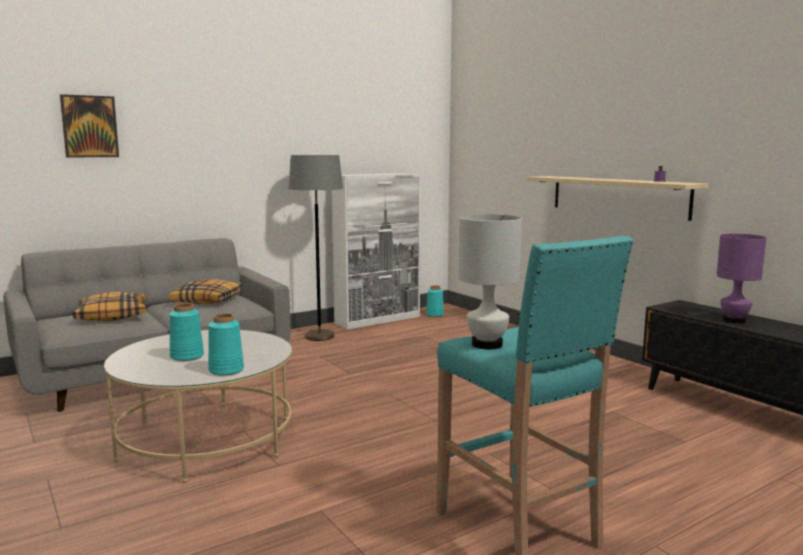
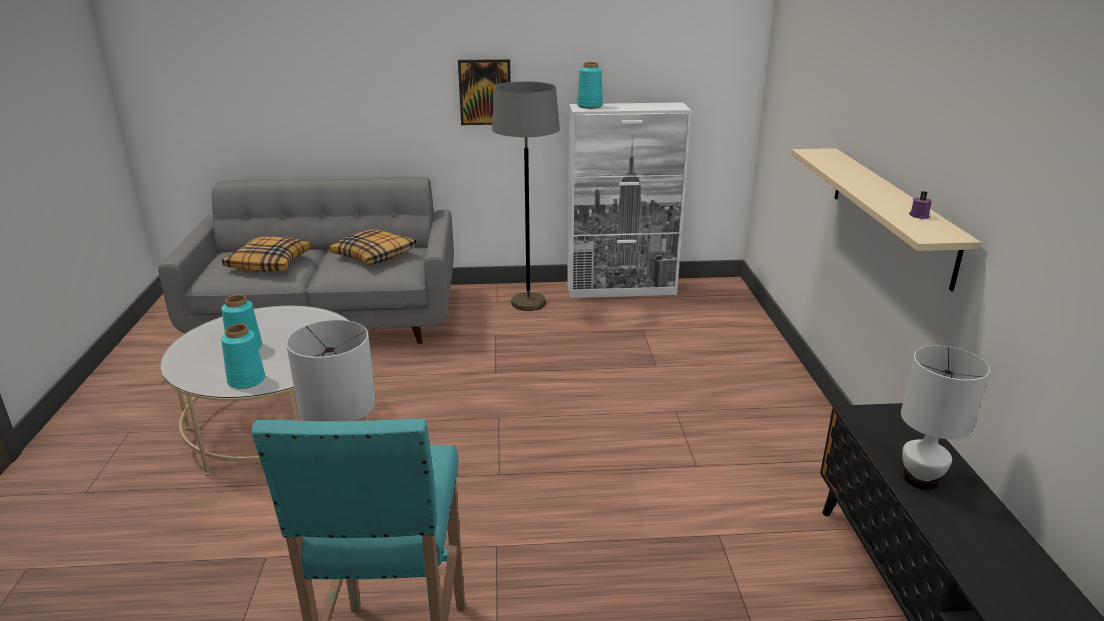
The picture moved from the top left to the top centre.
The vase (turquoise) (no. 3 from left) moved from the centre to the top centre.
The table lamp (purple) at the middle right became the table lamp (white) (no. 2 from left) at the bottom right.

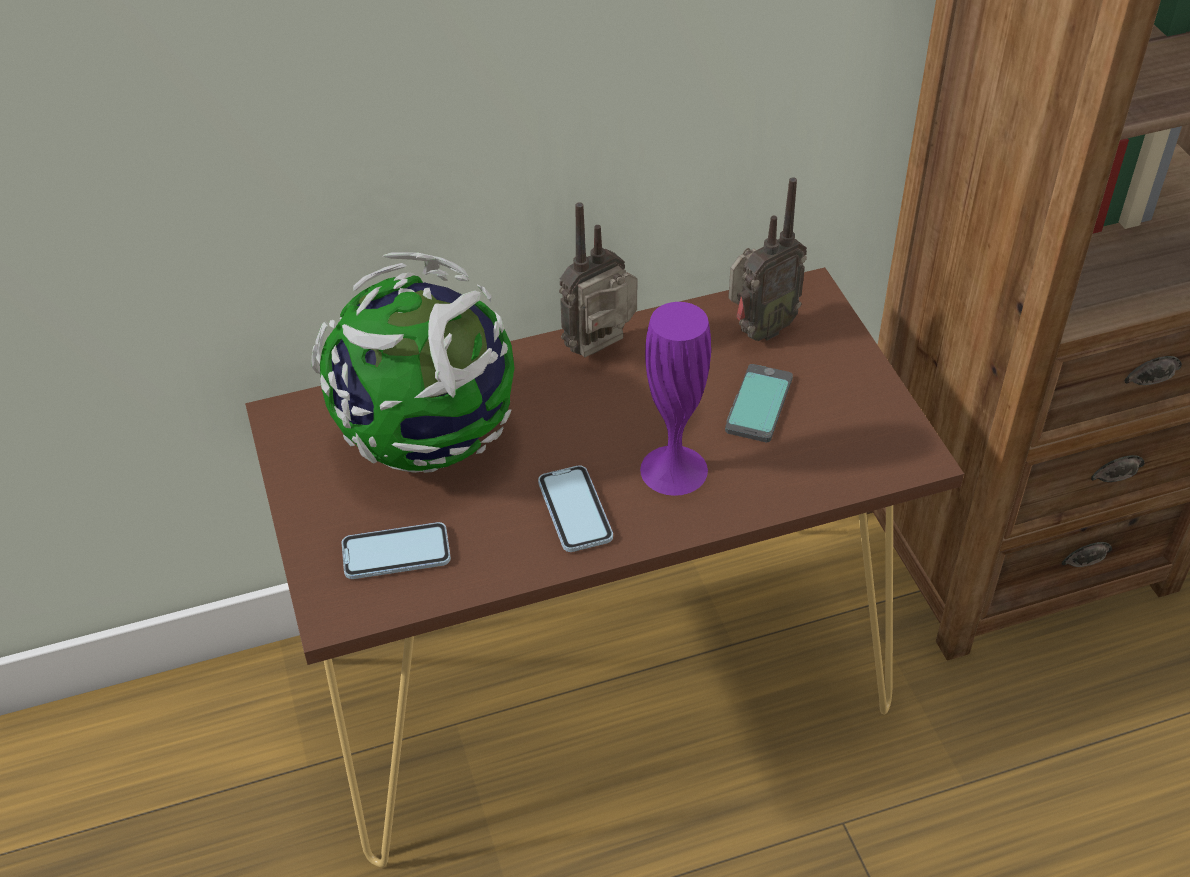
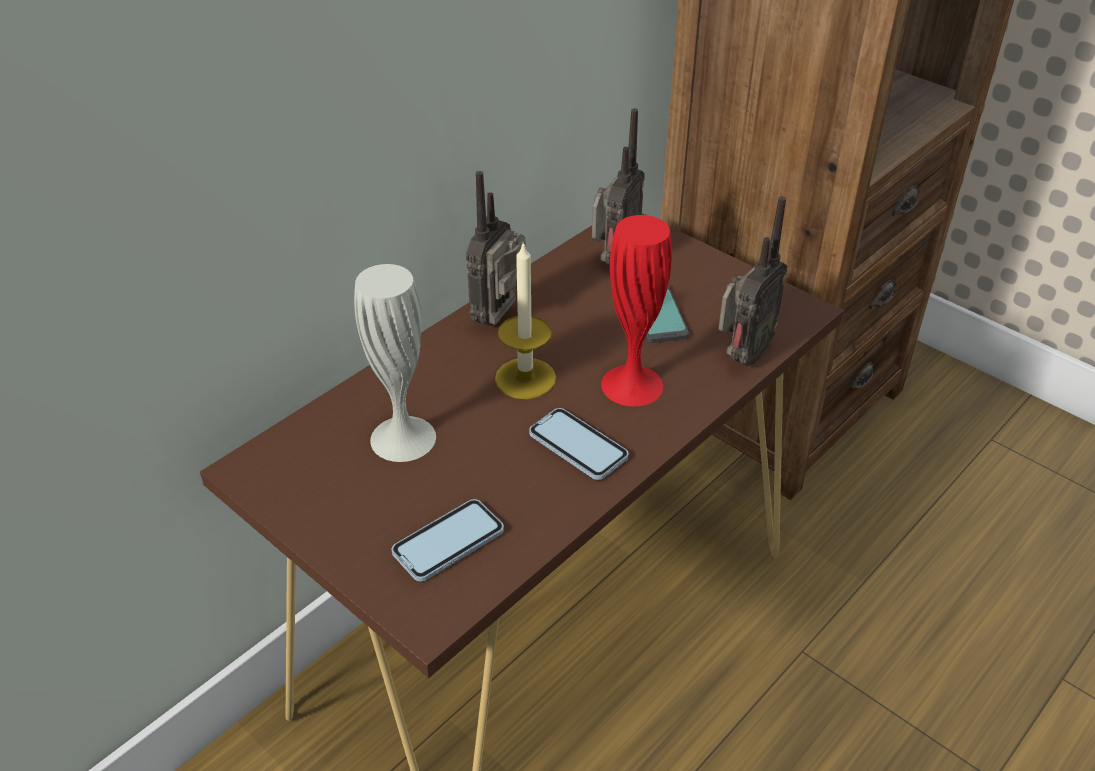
The candle at the centre appeared.
The radio (no. 3 from left) at the middle right appeared.
The globe at the centre was replaced by the vase (white) at the centre.
The vase (purple) at the centre became the vase (red) at the centre.

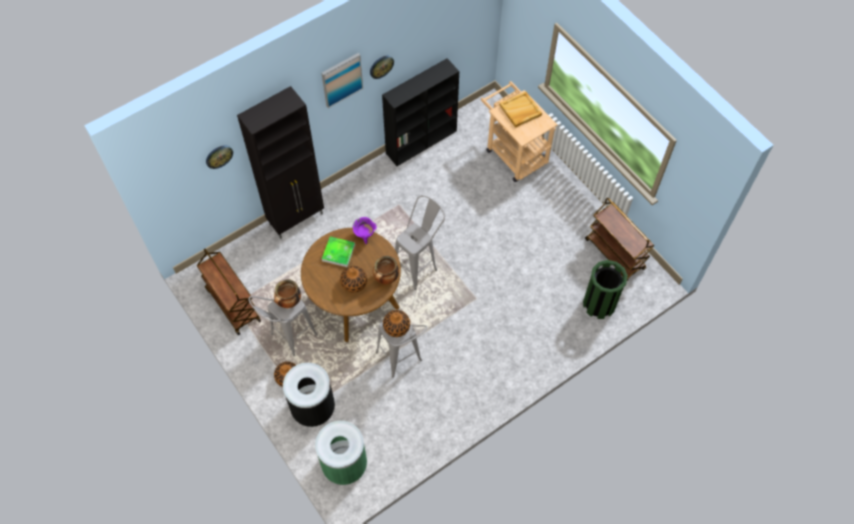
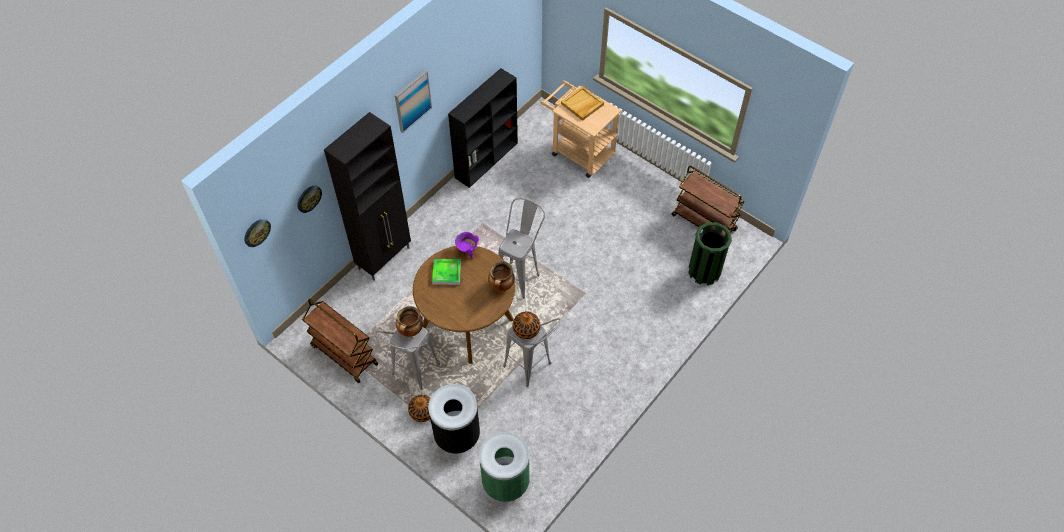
The vase (no. 2 from left) at the centre disappeared.
The wall clock (no. 2 from left in the first image) moved from the top centre to the middle left.

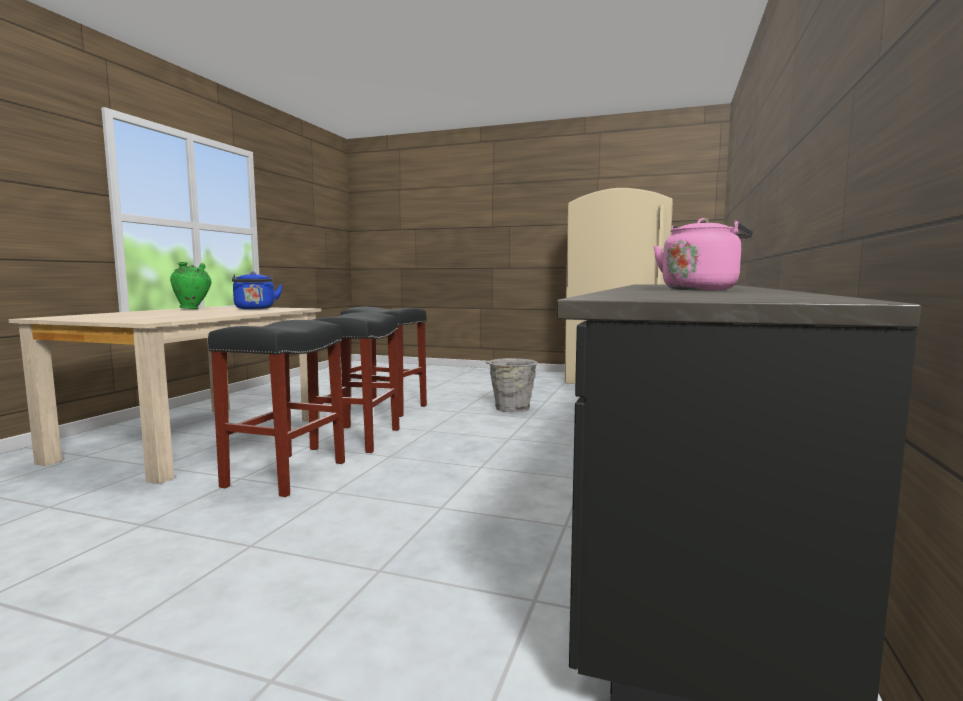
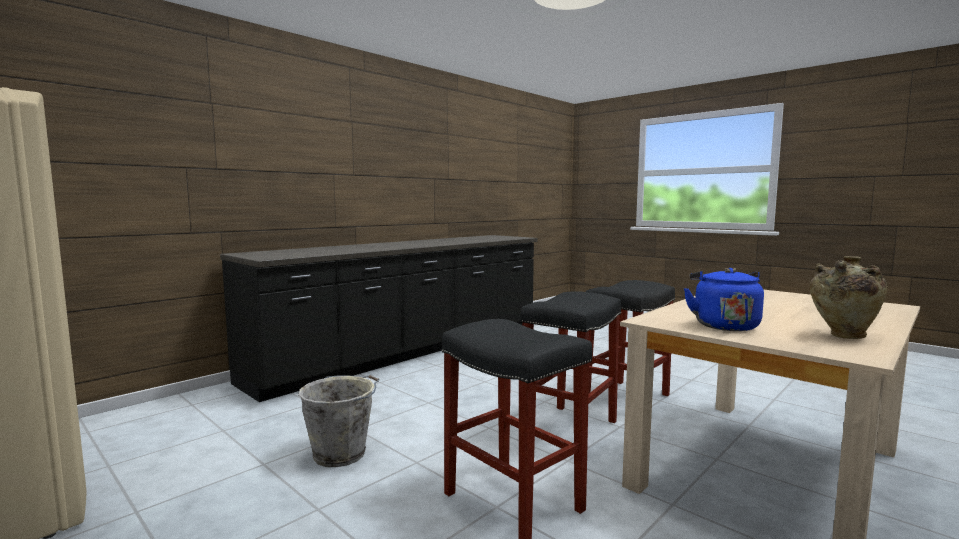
The kettle (pink) at the middle right disappeared.
The vase (green) at the middle left became the vase (beige) at the middle right.

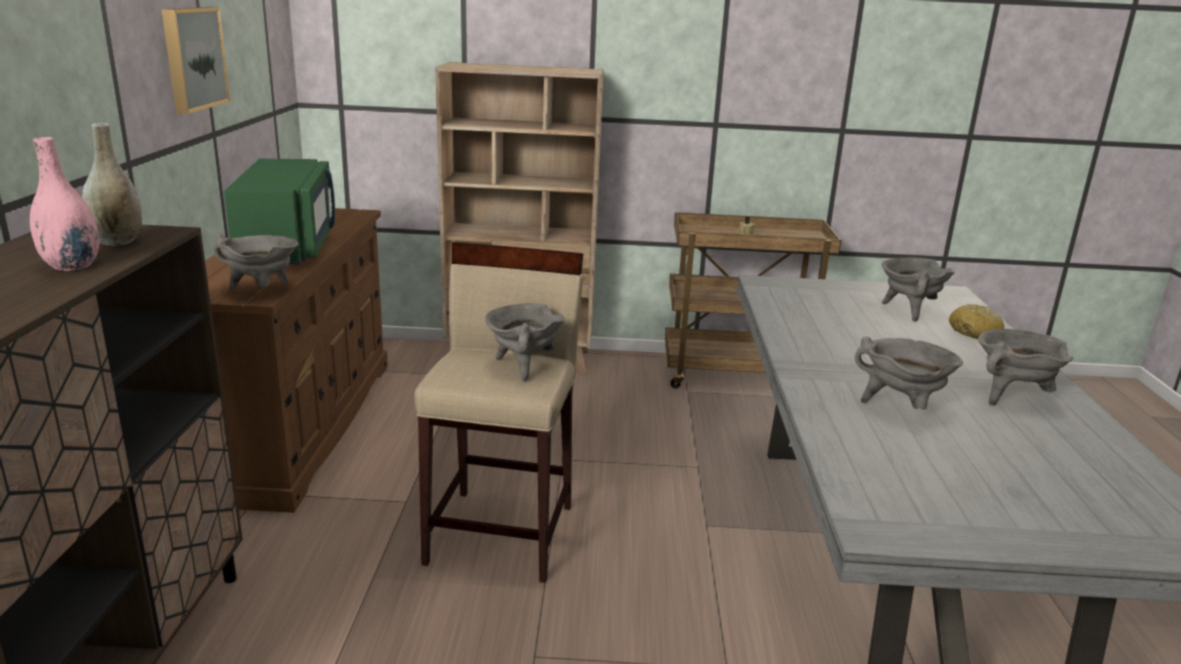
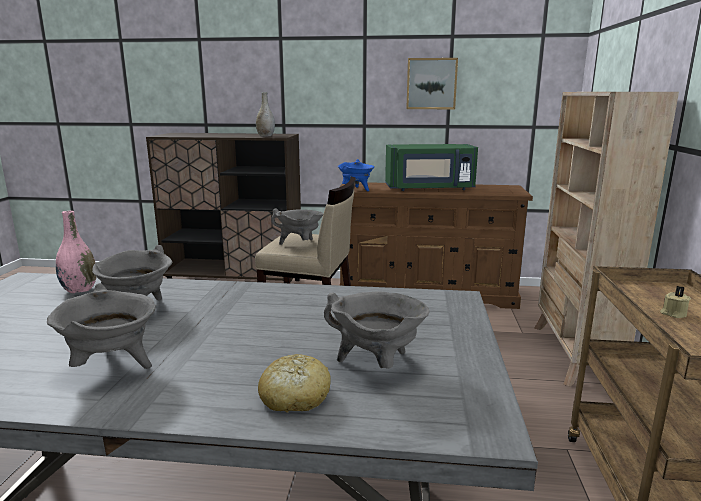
The vase (pink) moved from the top left to the middle left.
The cooking pot (grey) (no. 1 from left) at the middle left became the cooking pot (blue) at the centre.

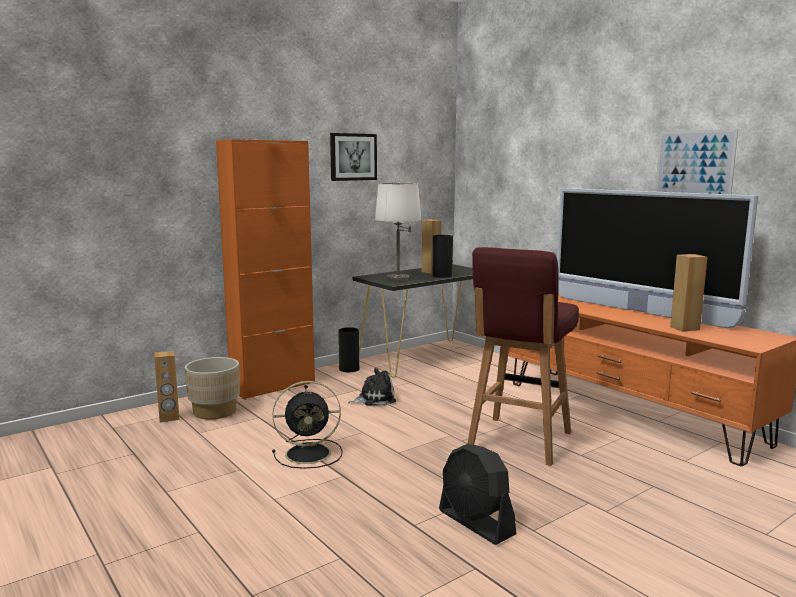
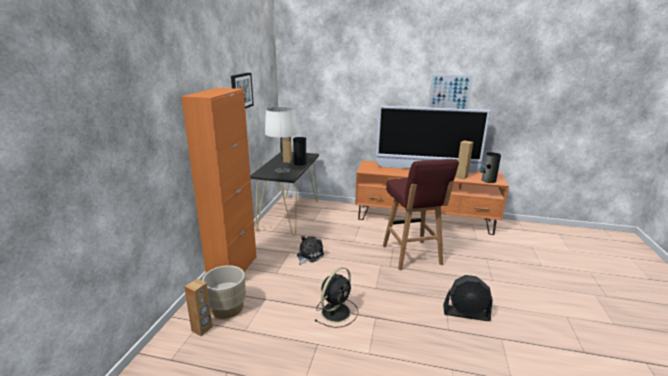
The vase (no. 1 from left in the first image) moved from the centre to the middle right.

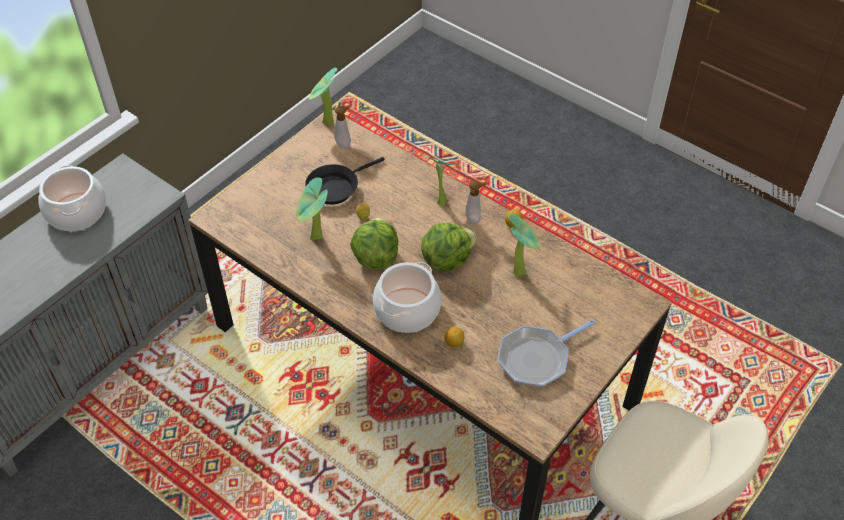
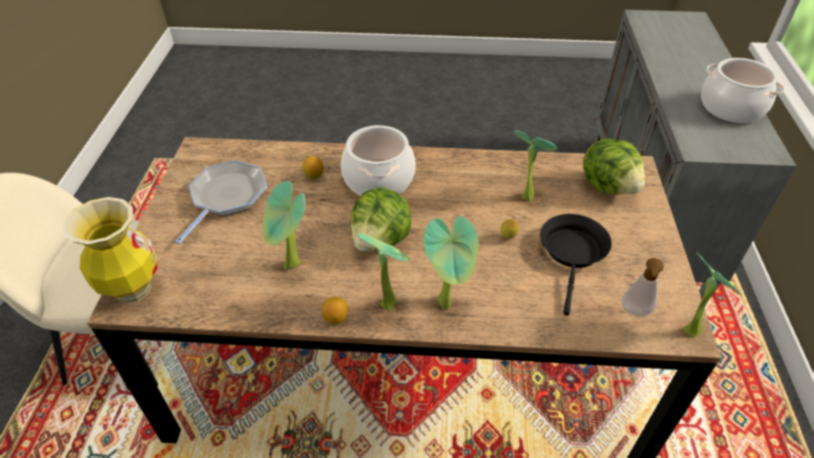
The vase at the middle left appeared.
The lettuce (no. 1 from left in the first image) moved from the centre to the middle right.
The soap dispenser (no. 2 from left) at the centre was replaced by the potted plant (no. 2 from left) at the centre.

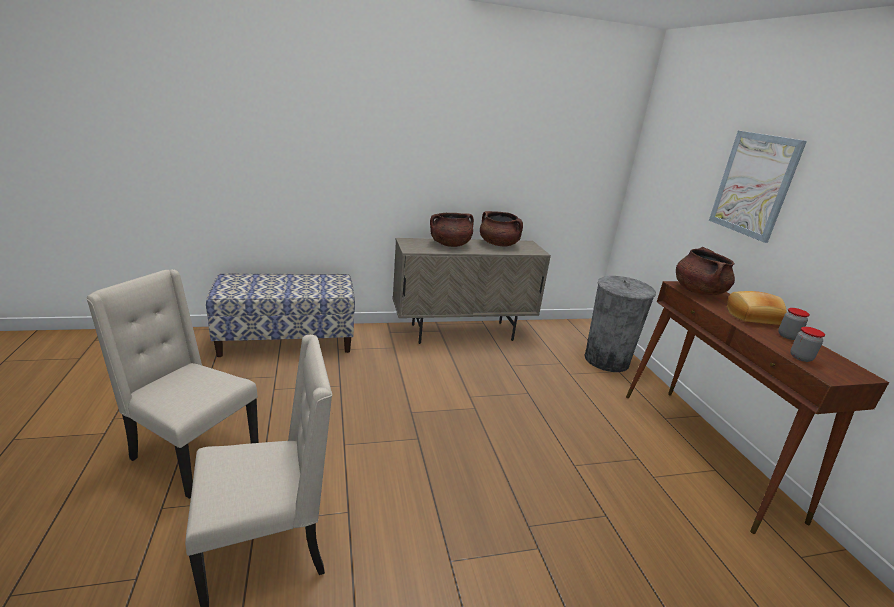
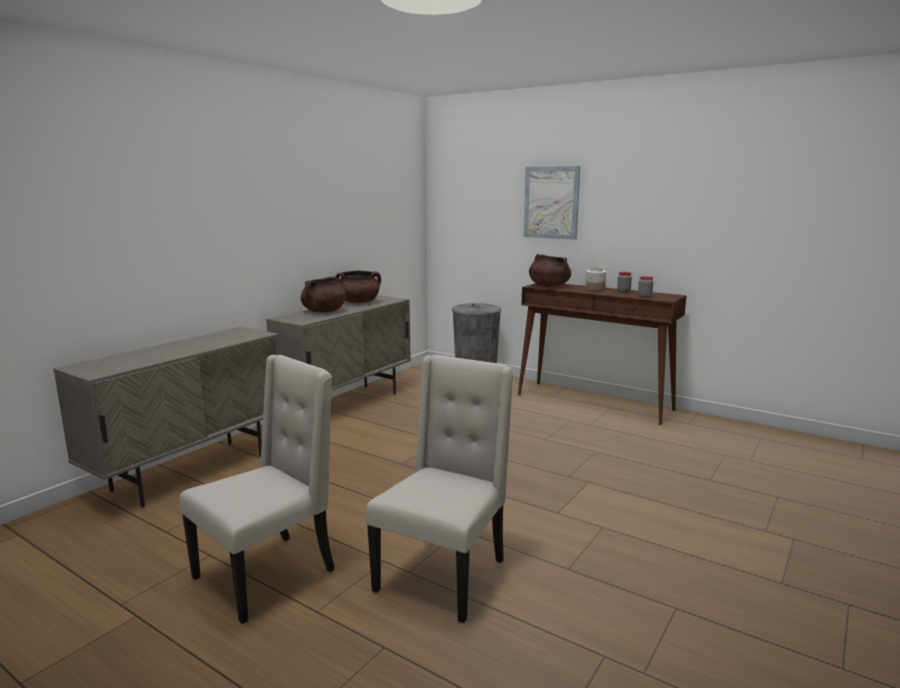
The bench at the middle left was replaced by the cabinet (beige) (no. 1 from left) at the middle left.
The bread at the middle right was replaced by the jar (no. 1 from left) at the centre.
The chair (beige) (no. 1 from left) at the middle left turned 150 degrees clockwise.

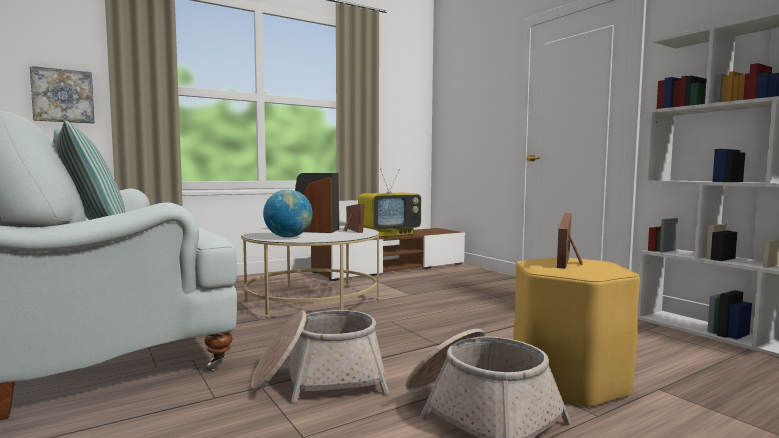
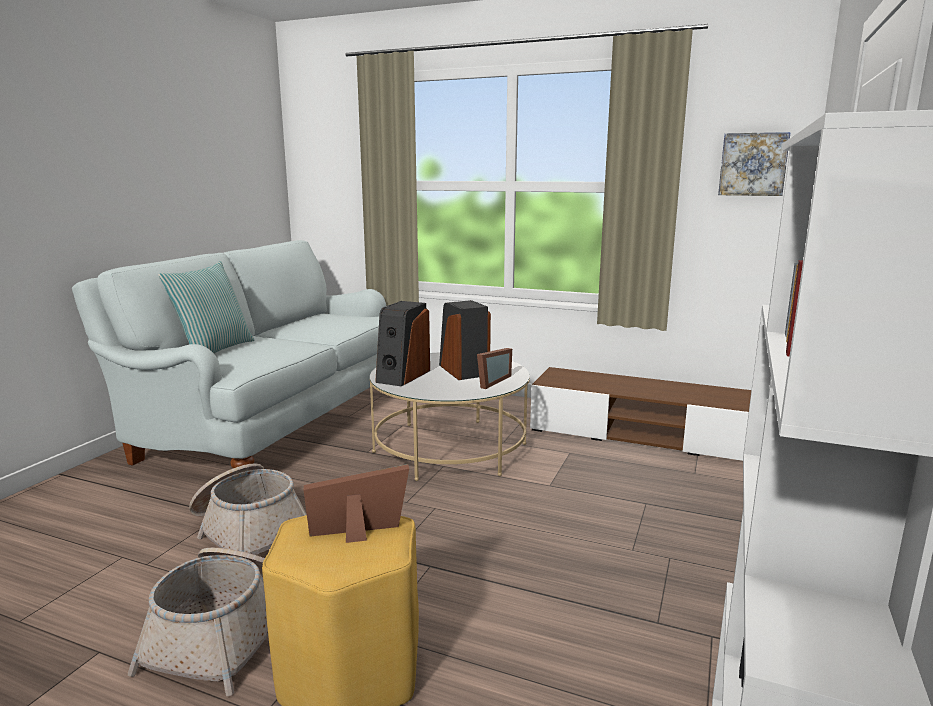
The television at the centre disappeared.
The picture moved from the top left to the top right.
The globe at the centre was replaced by the speaker (no. 1 from left) at the centre.

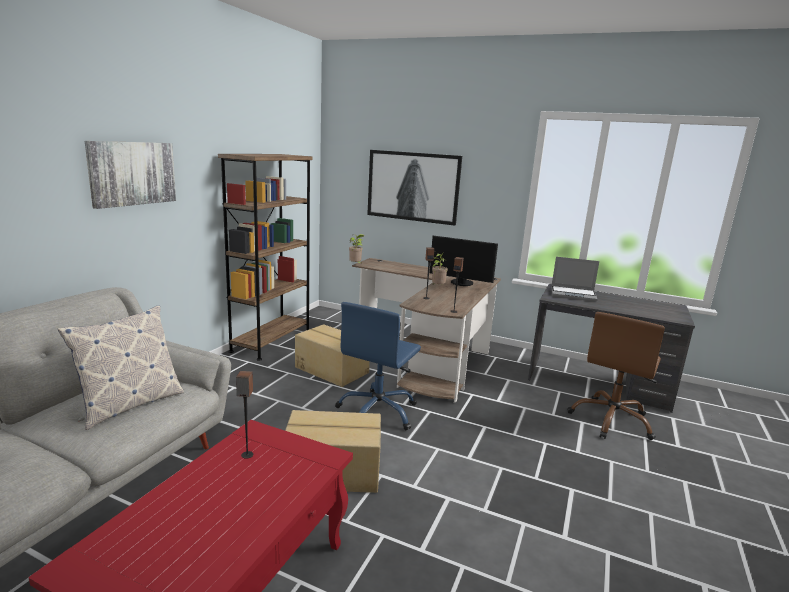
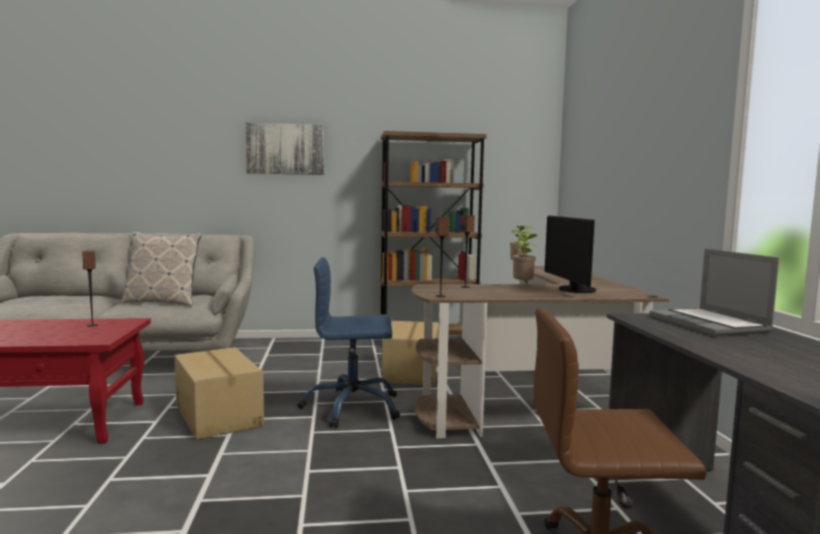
The picture (no. 2 from left) at the top centre disappeared.

